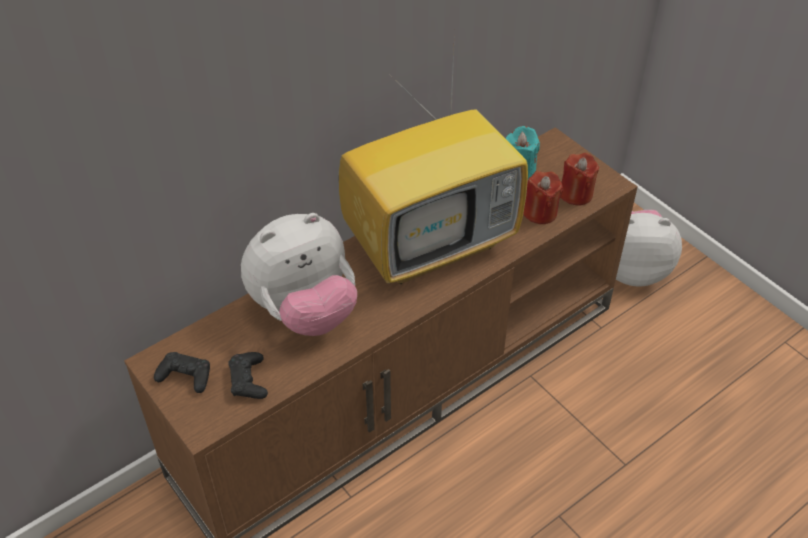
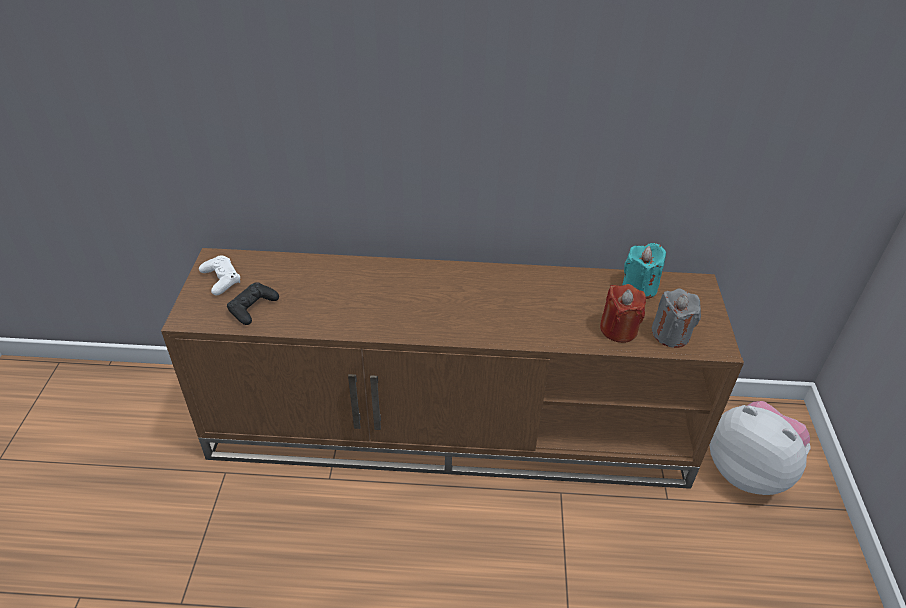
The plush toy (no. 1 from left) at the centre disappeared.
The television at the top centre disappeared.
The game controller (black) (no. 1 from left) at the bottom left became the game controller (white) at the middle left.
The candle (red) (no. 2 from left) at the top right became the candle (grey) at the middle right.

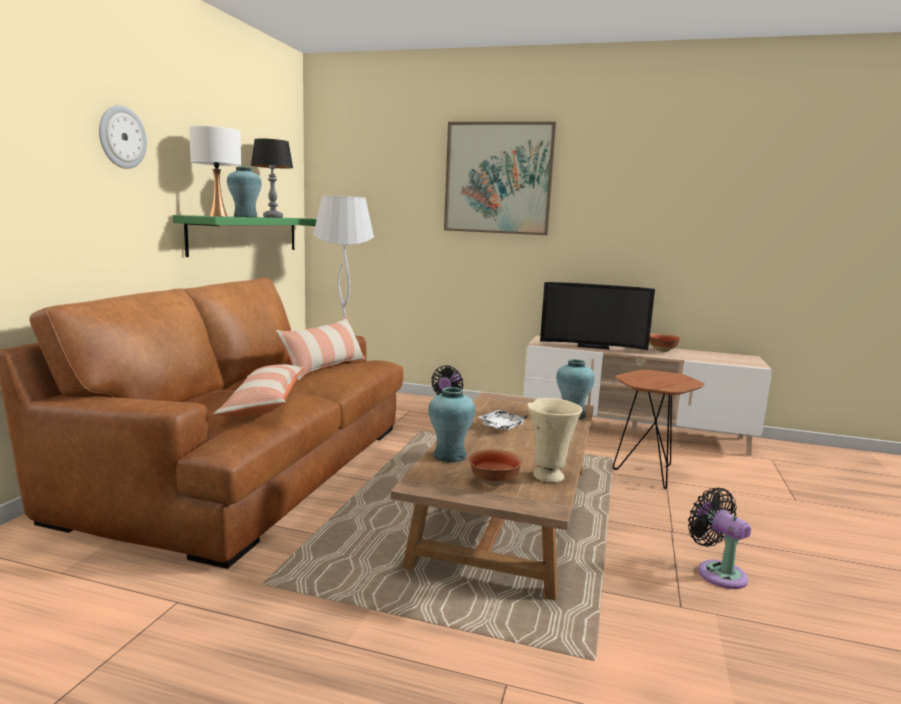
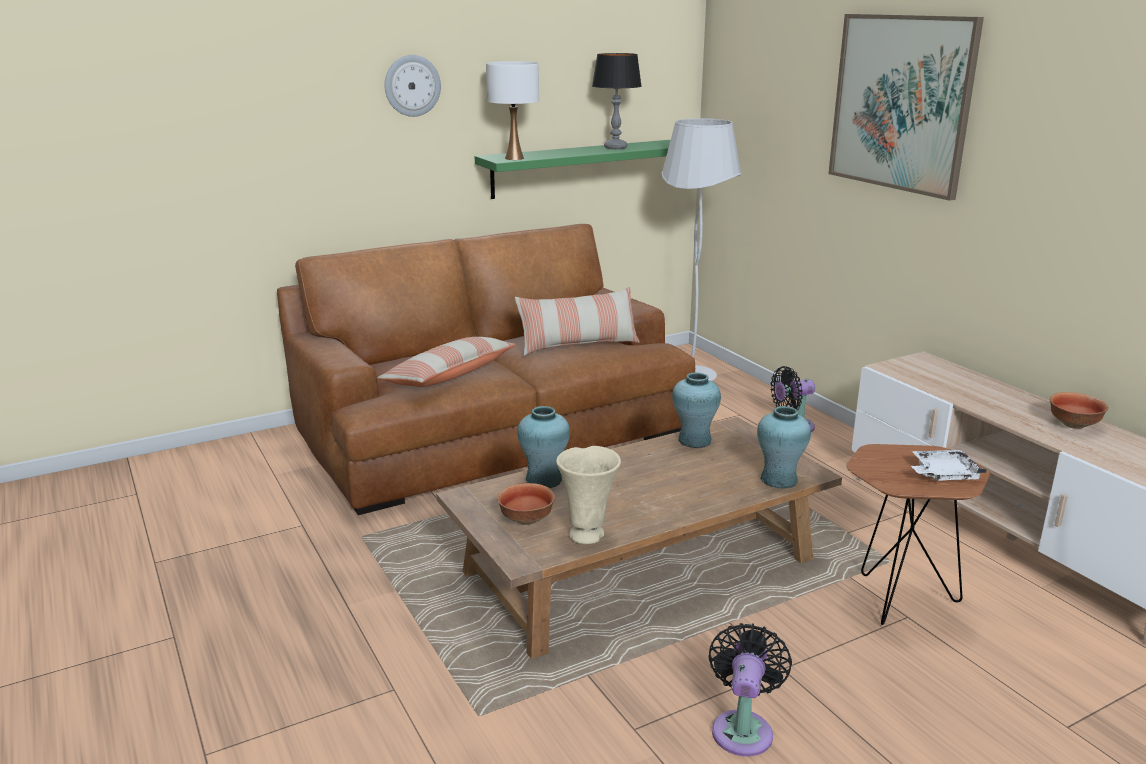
The television at the centre disappeared.
The vase (turquoise) (no. 1 from left in the first image) moved from the top left to the centre.
The tray (white) moved from the centre to the middle right.

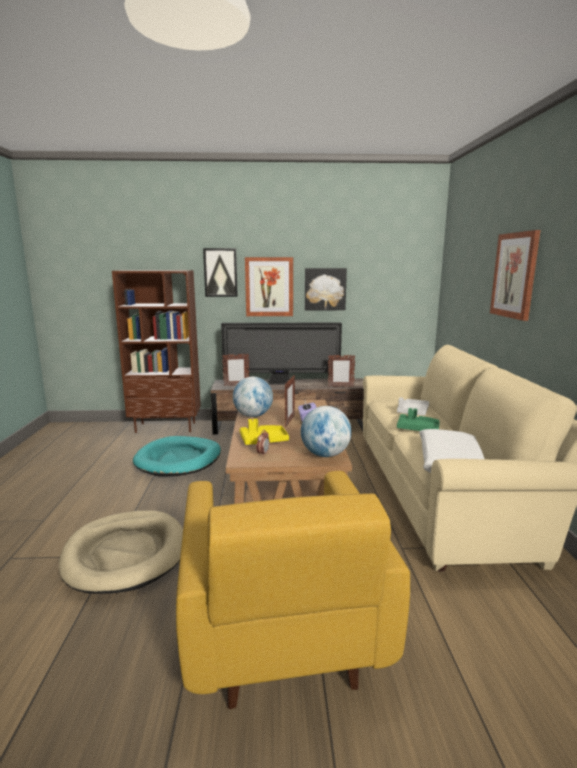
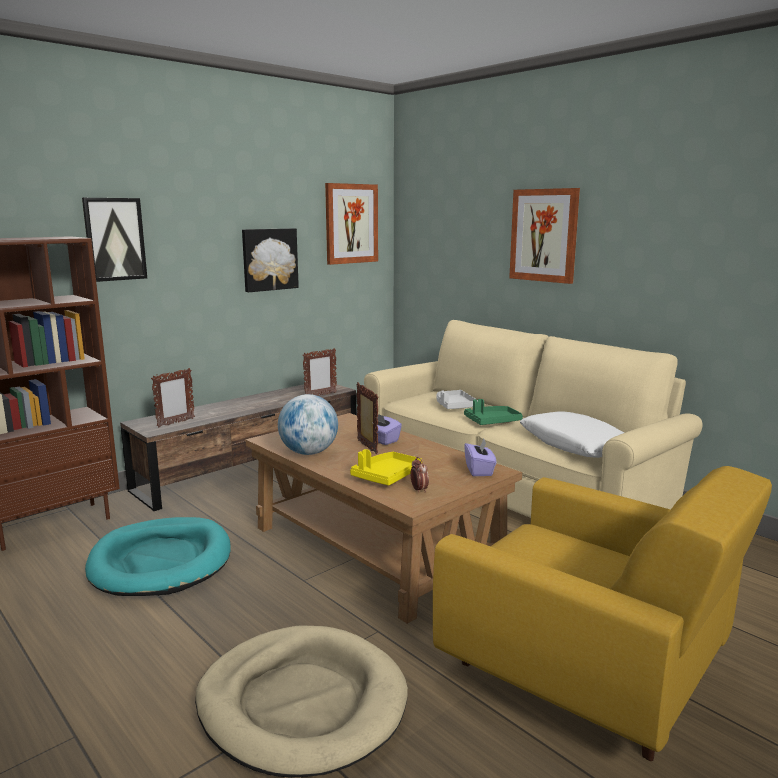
The television at the centre disappeared.
The picture (no. 2 from left in the first image) moved from the centre to the top centre.
The globe (no. 2 from left) at the centre was replaced by the tissue box (purple) (no. 2 from left) at the centre.

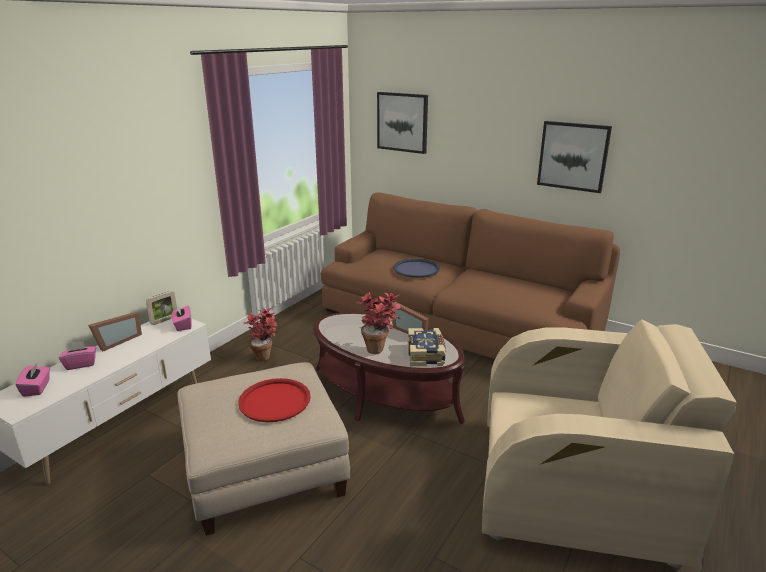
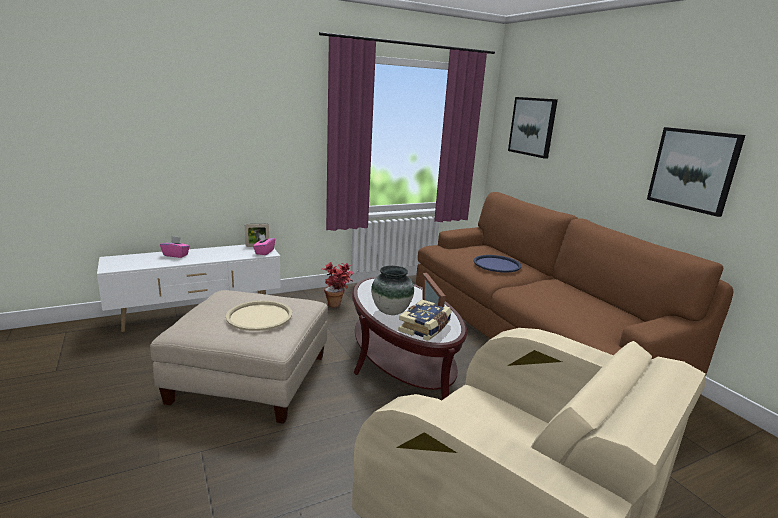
The tissue box (pink) (no. 1 from left) at the middle left disappeared.
The picture frame (no. 1 from left) at the middle left disappeared.
The potted plant (no. 2 from left) at the centre was replaced by the vase at the centre.
The tray (red) at the bottom centre became the tray (beige) at the middle left.

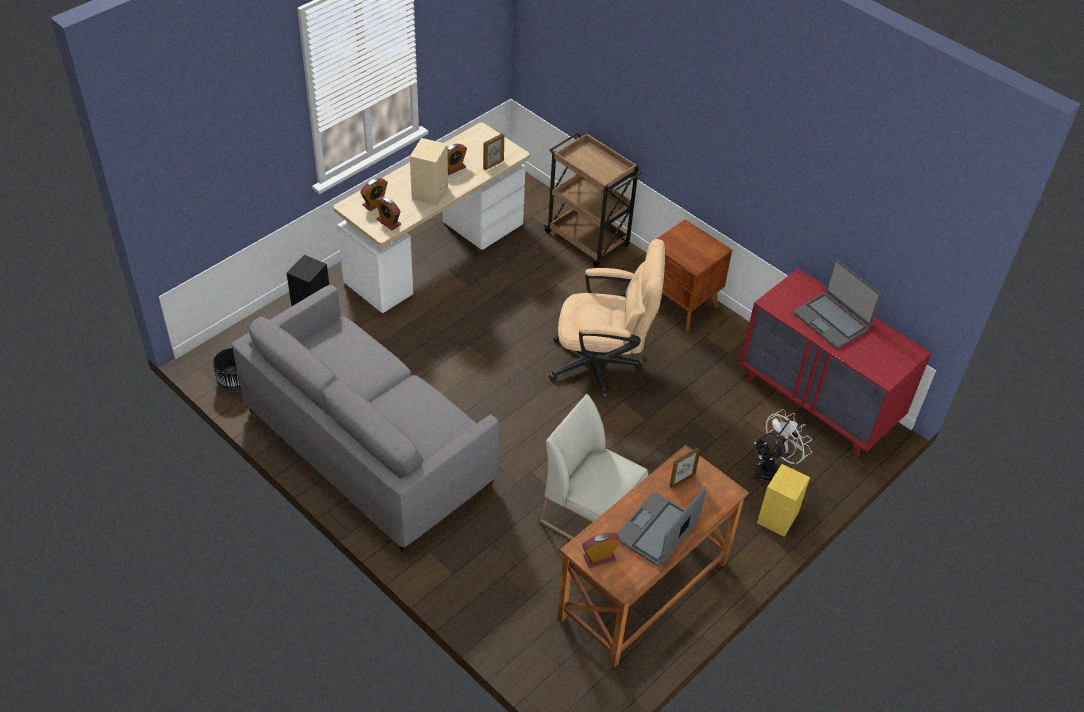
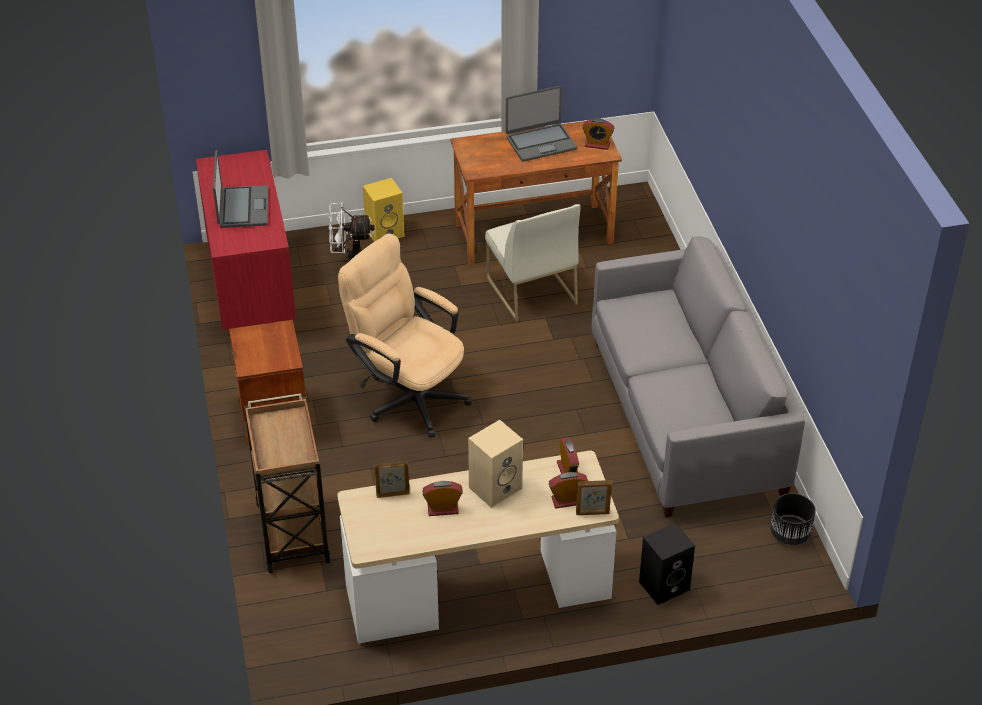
The picture frame (no. 2 from left) moved from the centre to the bottom centre.

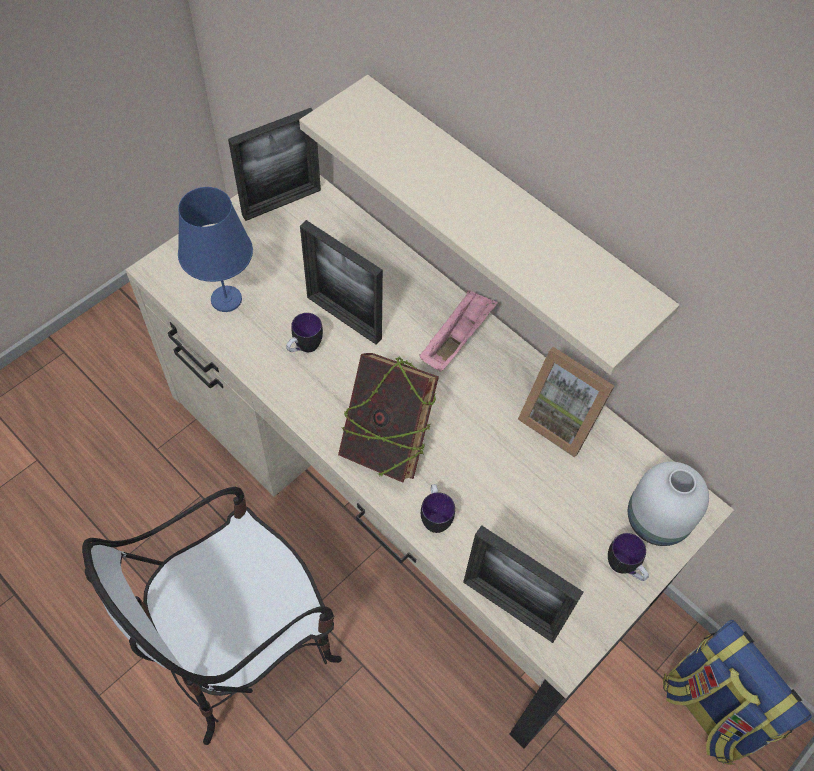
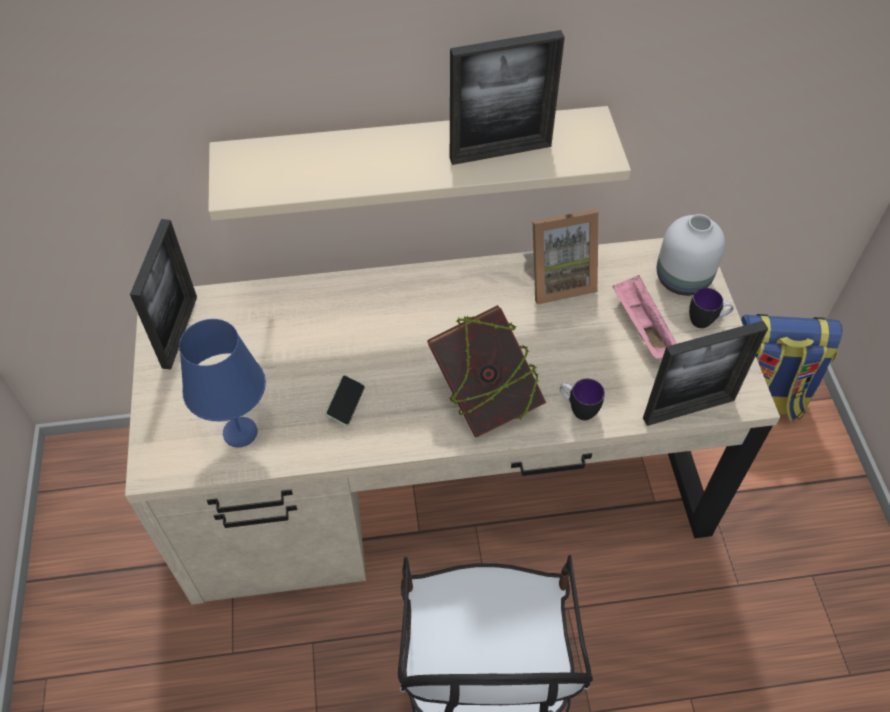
The picture frame (no. 2 from left) moved from the centre to the top centre.
The tray (pink) moved from the centre to the middle right.
The mug (no. 1 from left) at the centre was replaced by the phone at the centre.

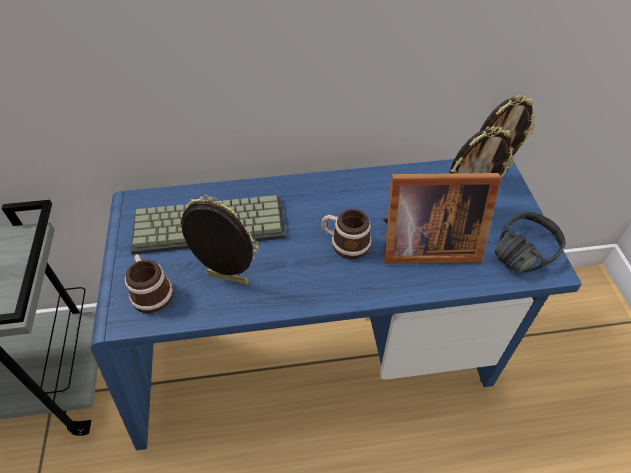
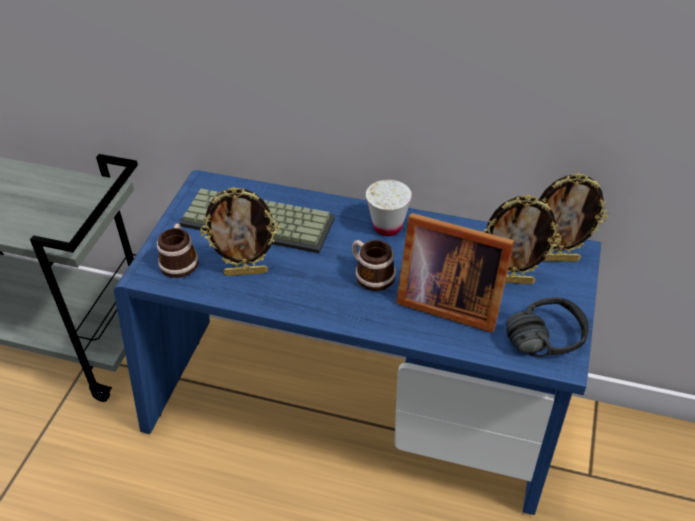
The cup (white) at the centre appeared.
The picture frame (no. 1 from left) at the centre turned 135 degrees clockwise.

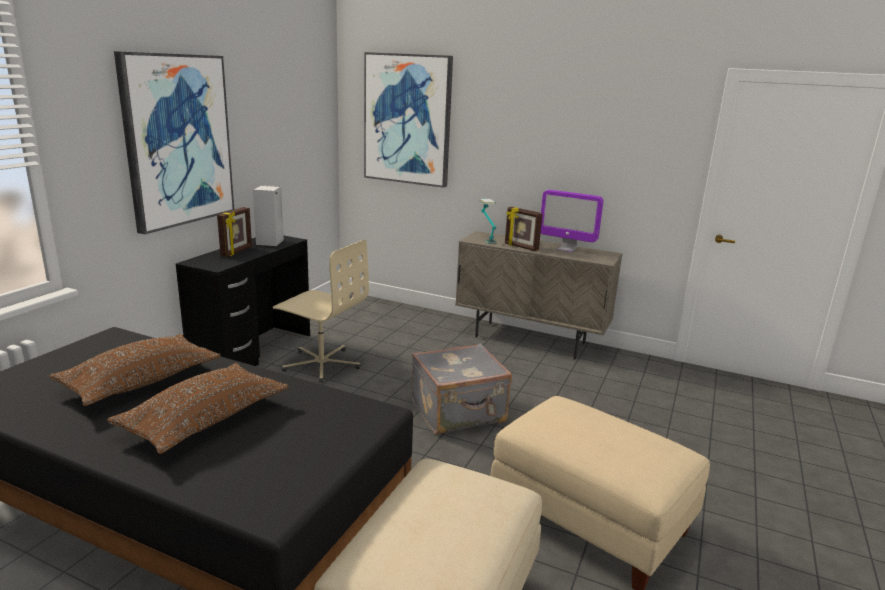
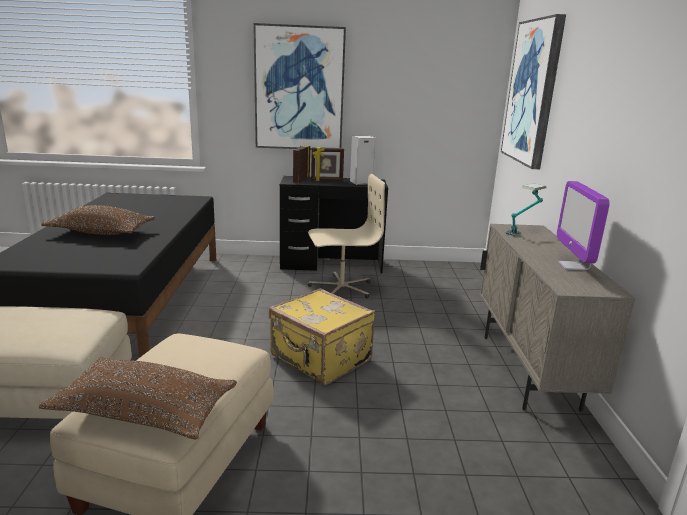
The pillow (brown) (no. 1 from left in the first image) moved from the middle left to the bottom left.
The picture frame (no. 2 from left in the first image) moved from the centre to the top centre.
The suitcase (grey) at the centre became the suitcase (yellow) at the centre.
The office chair (beige) at the centre turned 105 degrees counterclockwise.

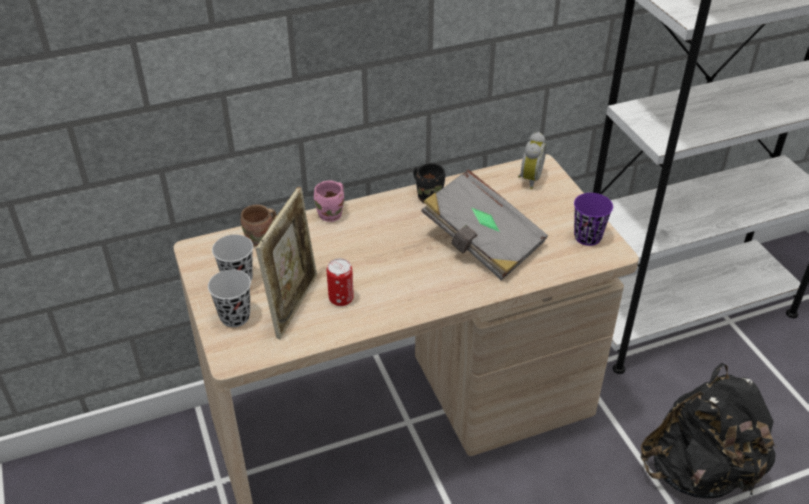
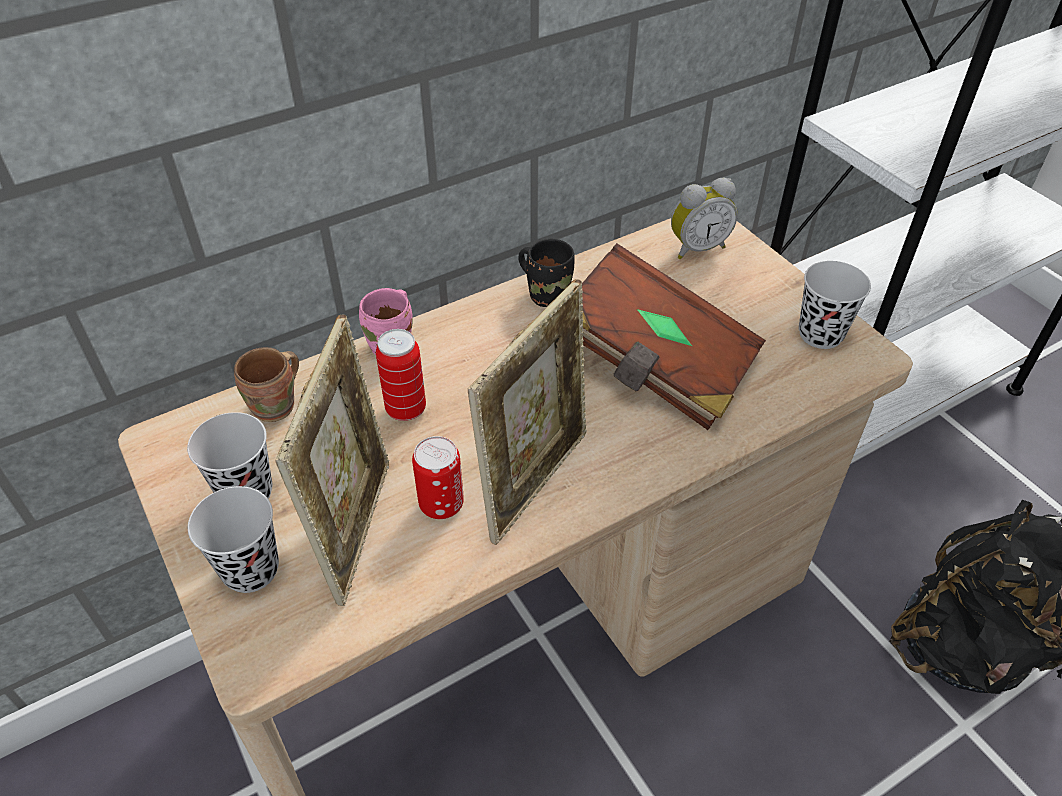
The can (no. 1 from left) at the centre appeared.
The picture frame (no. 2 from left) at the centre appeared.
The book (grey) at the centre became the book (brown) at the centre.
The cup (purple) at the middle right became the cup (black) (no. 3 from left) at the middle right.
The alarm clock at the top centre turned 60 degrees clockwise.

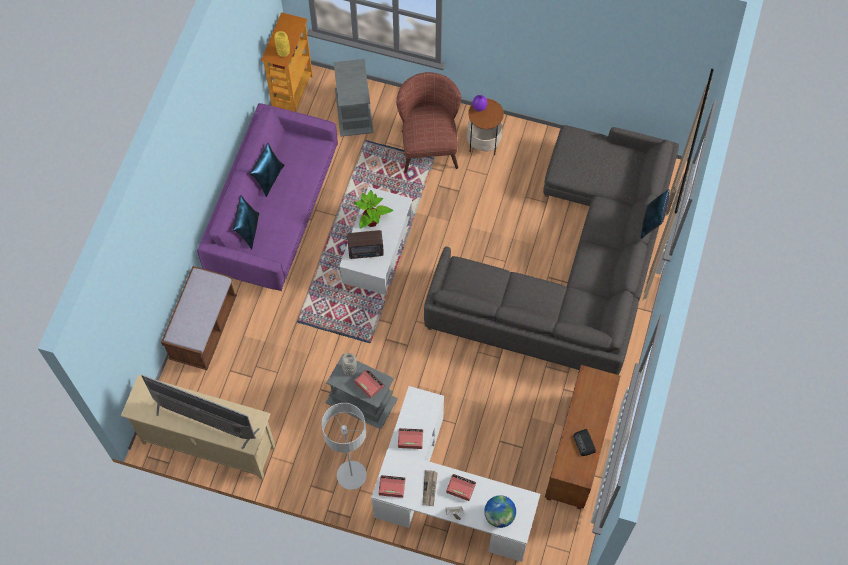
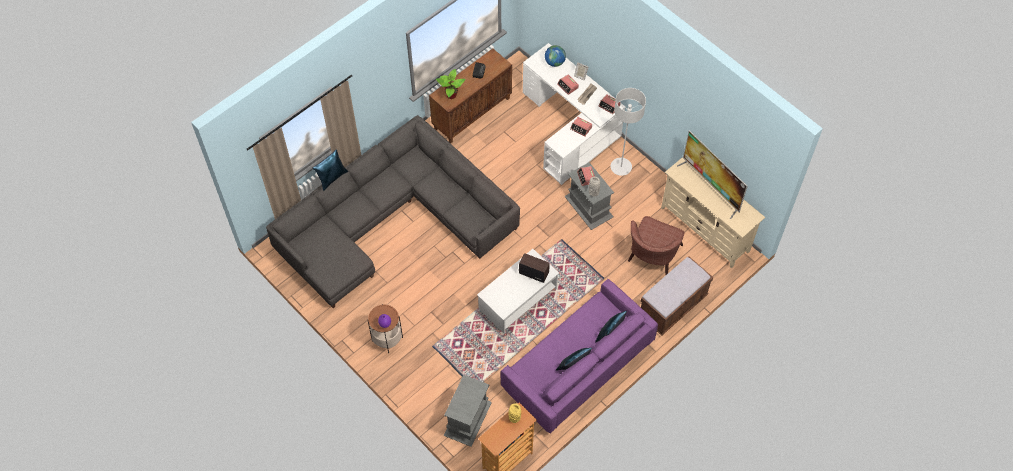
The potted plant moved from the centre to the top centre.
The armchair (brown) moved from the top centre to the centre.

